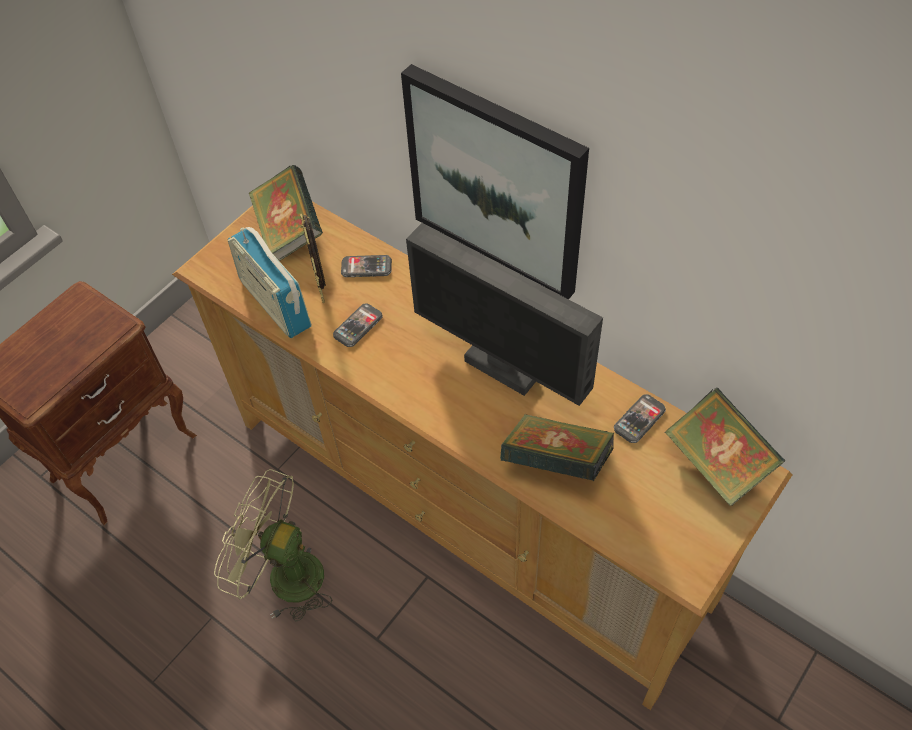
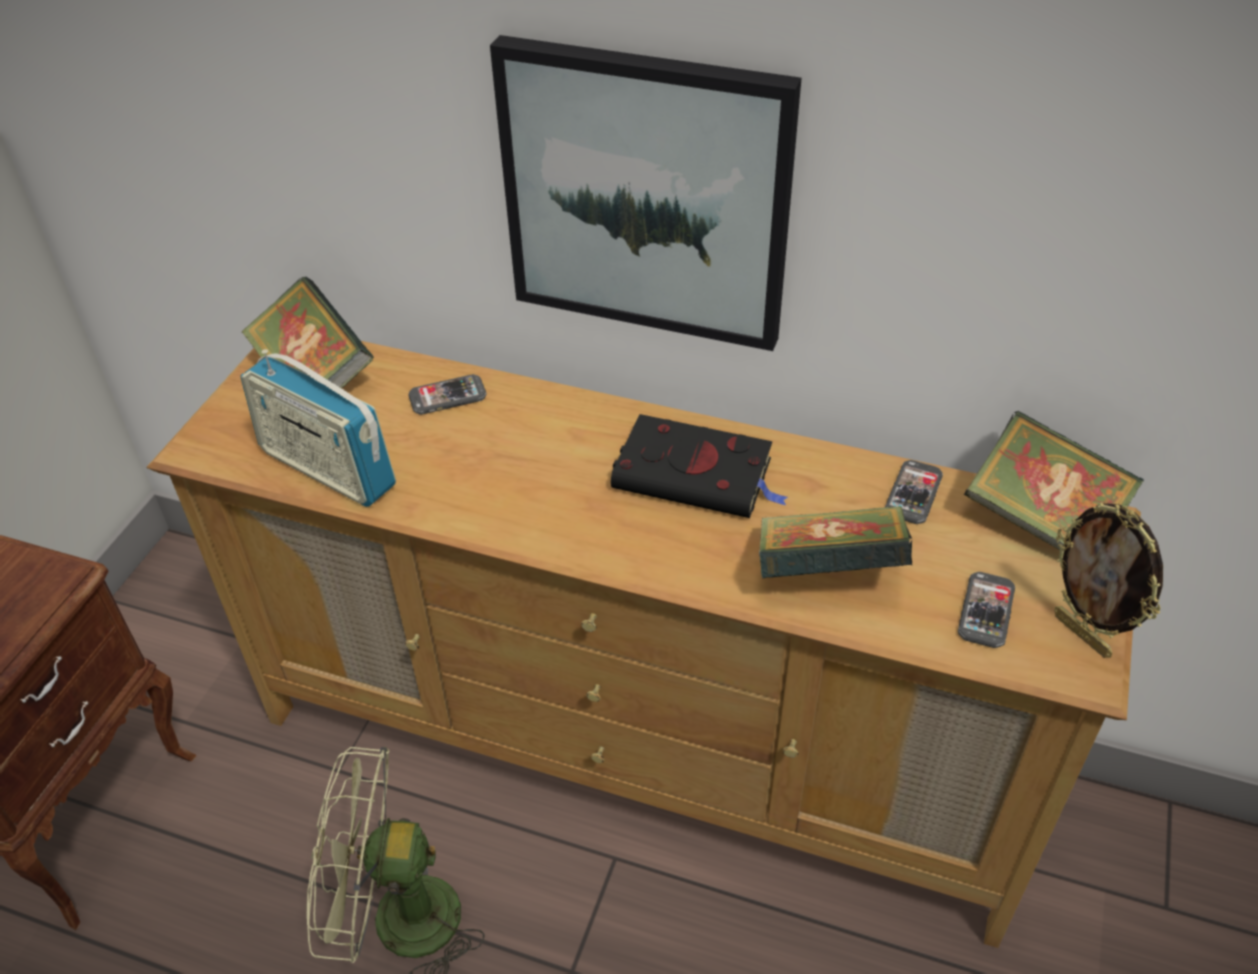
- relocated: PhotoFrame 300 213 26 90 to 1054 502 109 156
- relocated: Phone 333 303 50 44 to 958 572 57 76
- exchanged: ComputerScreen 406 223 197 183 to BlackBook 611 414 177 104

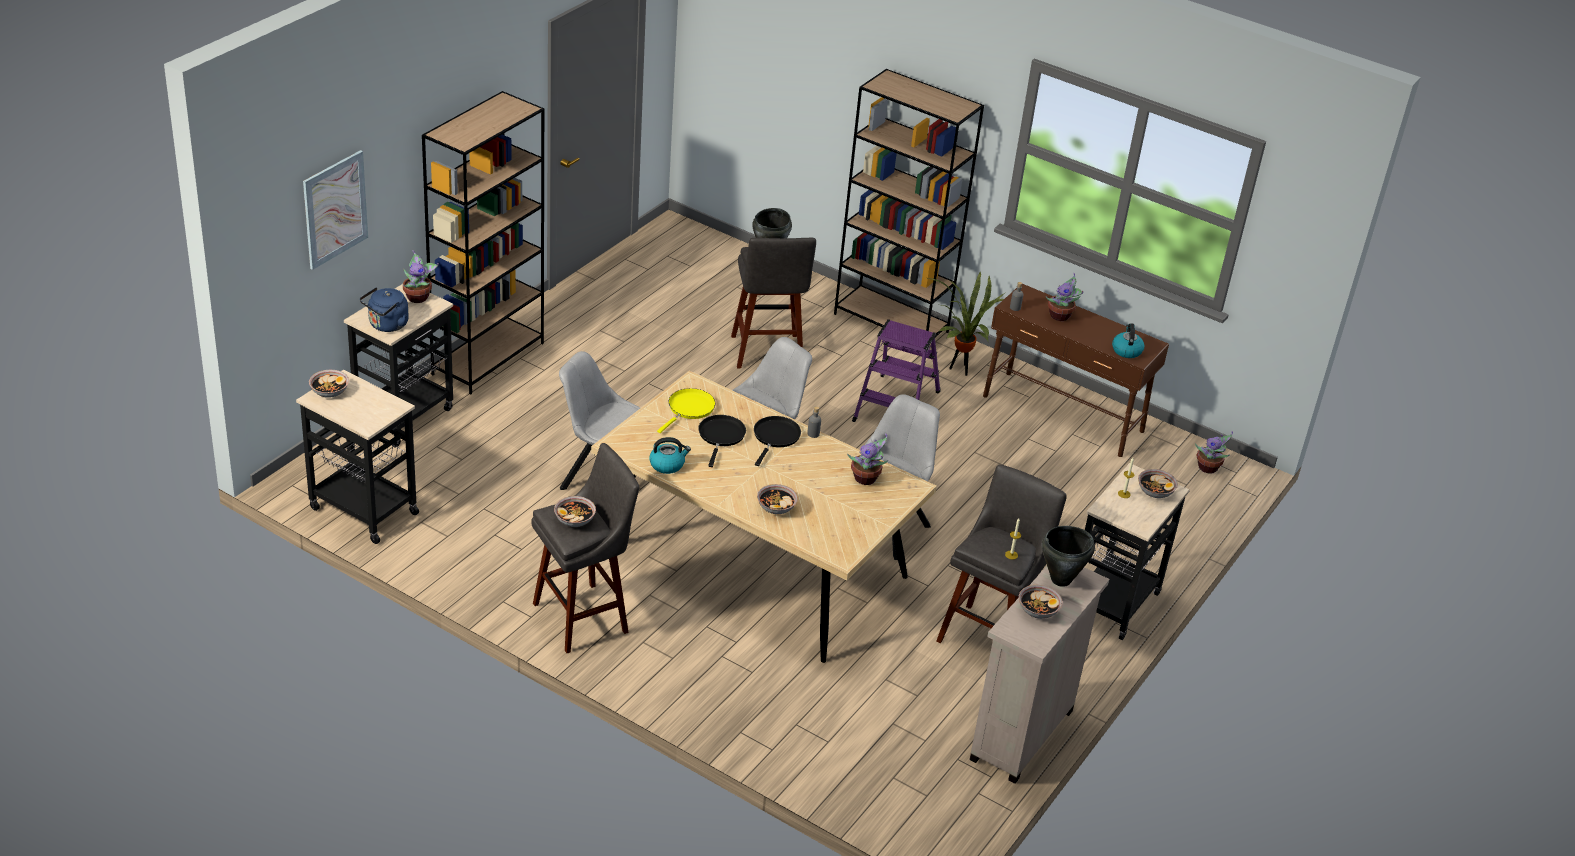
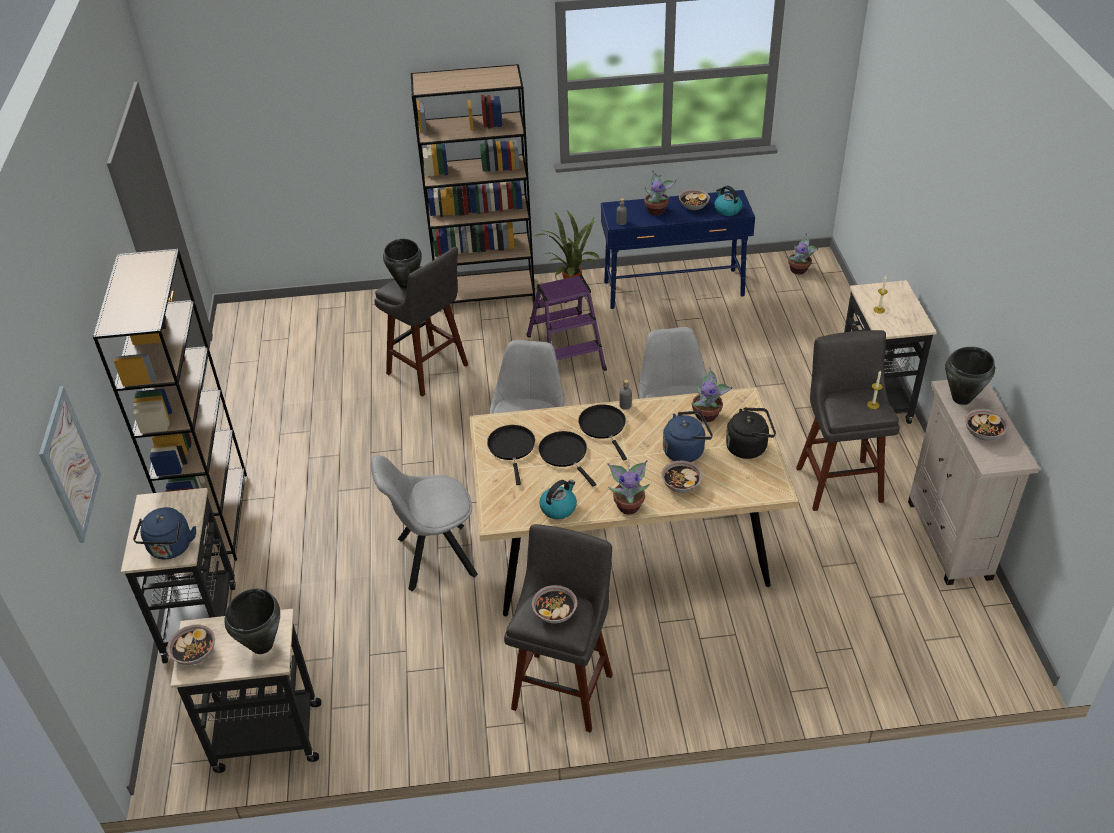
- appeared: BlackStockpot 224 588 56 66
- appeared: BlueColouredTeaKettle 663 411 50 51
- appeared: BlackTeaKettle 726 407 50 52
- relocated: PottedPlant 403 250 36 53 to 608 460 42 55
- relocated: DeepDish 1138 469 40 29 to 679 189 31 21
- colour: YellowishFryingPan 657 388 58 45 to BlackFryingPan 487 425 48 60
- colour: BrownNarrowTable 983 284 186 173 to BlueColouredNarrowTable 601 190 154 119

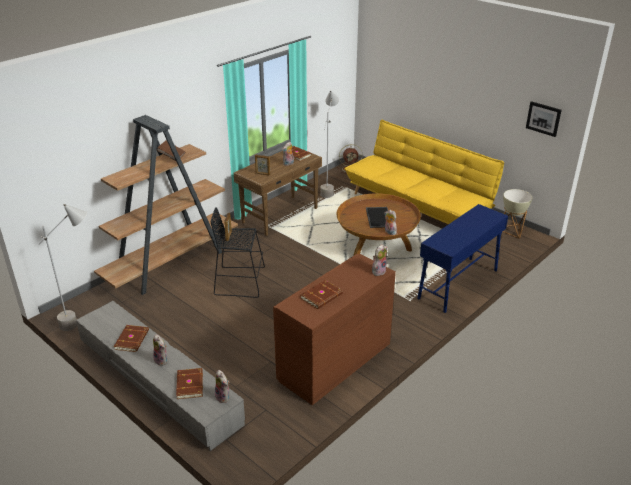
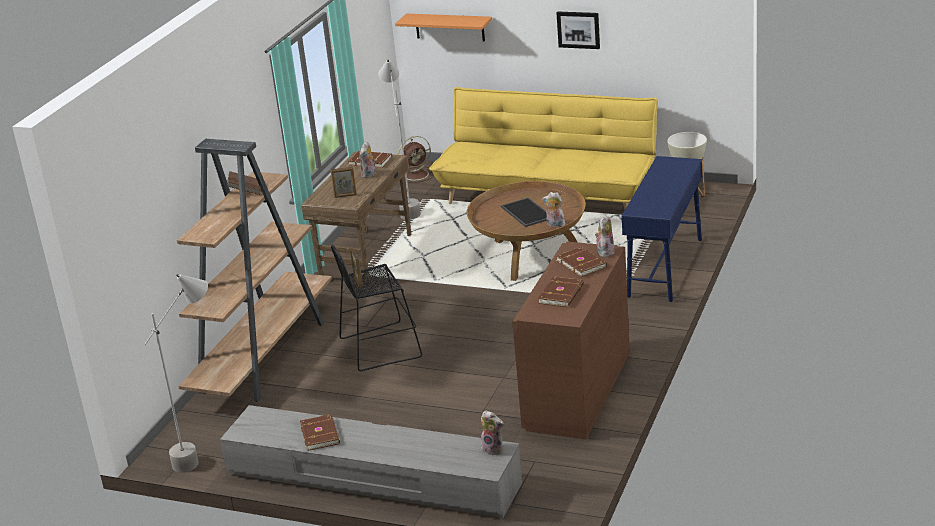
- missing: CuddlyToy 153 334 14 32
- appeared: OrangeShelf 395 13 97 28
- relocated: BrownBook 176 368 27 31 to 556 247 51 30
- relocated: Picture 526 101 36 36 to 556 11 44 38

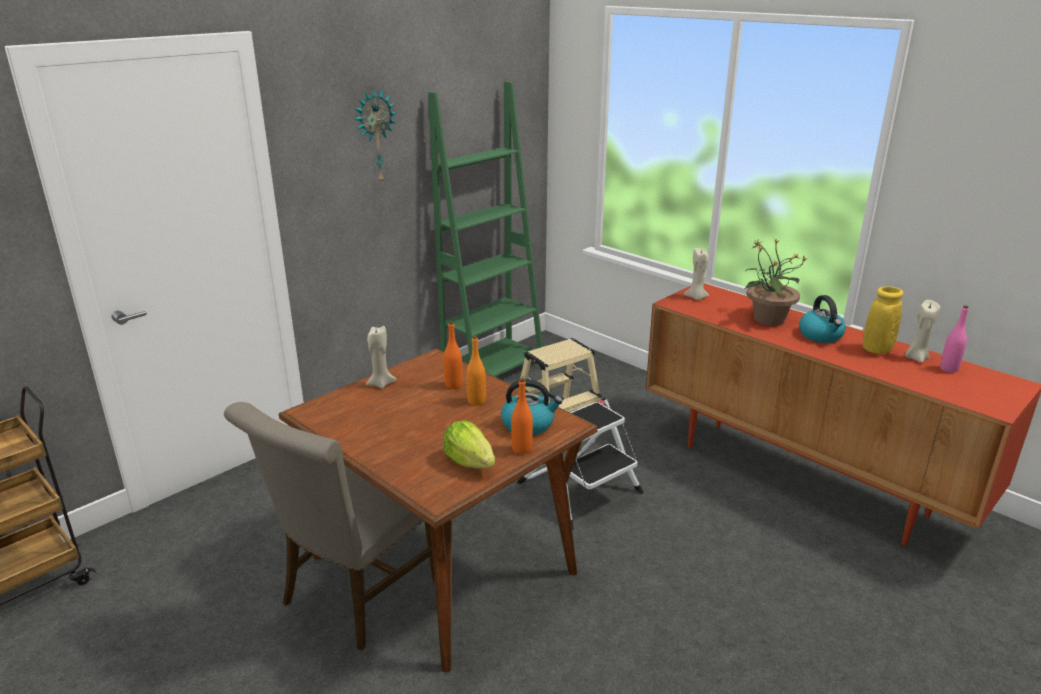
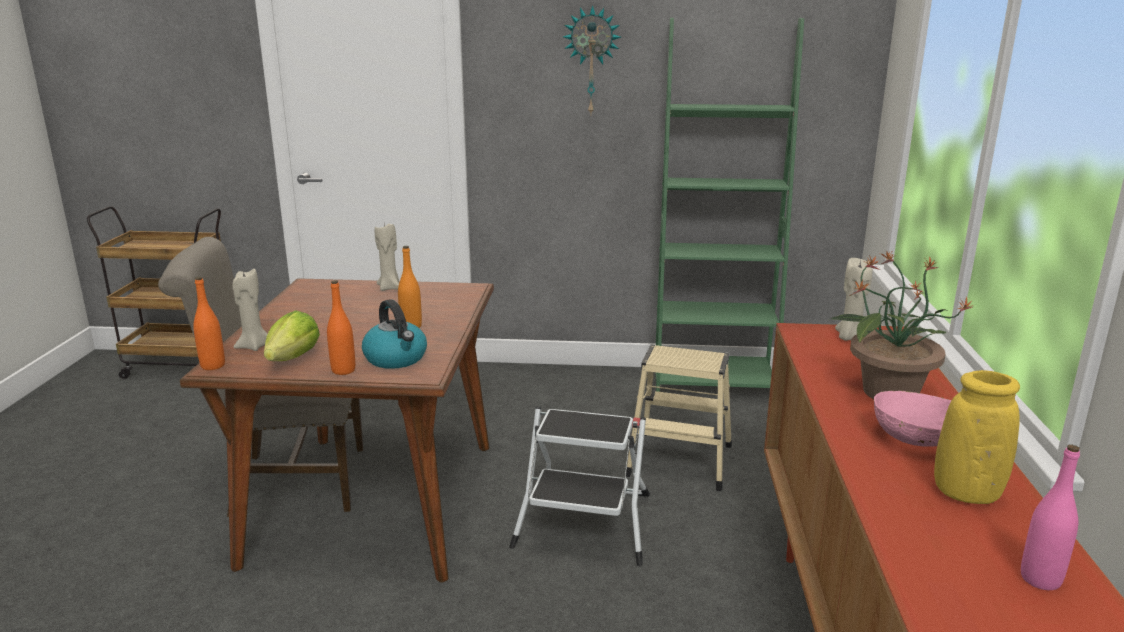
- relocated: OrangeBottle 443 321 20 68 to 193 277 32 93
- relocated: BeigeCandle 905 300 35 63 to 232 269 36 82
- exchanged: TeaKettle 799 295 47 48 to PinkColouredDeepDish 874 391 78 56

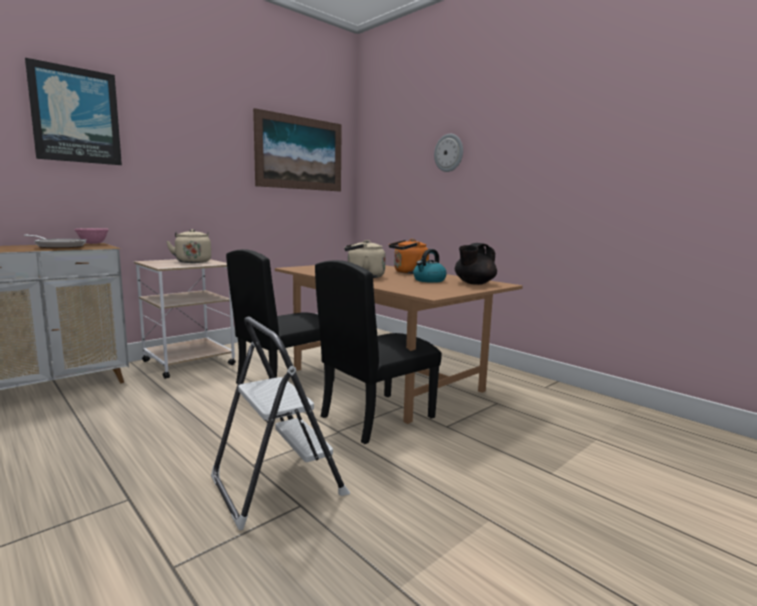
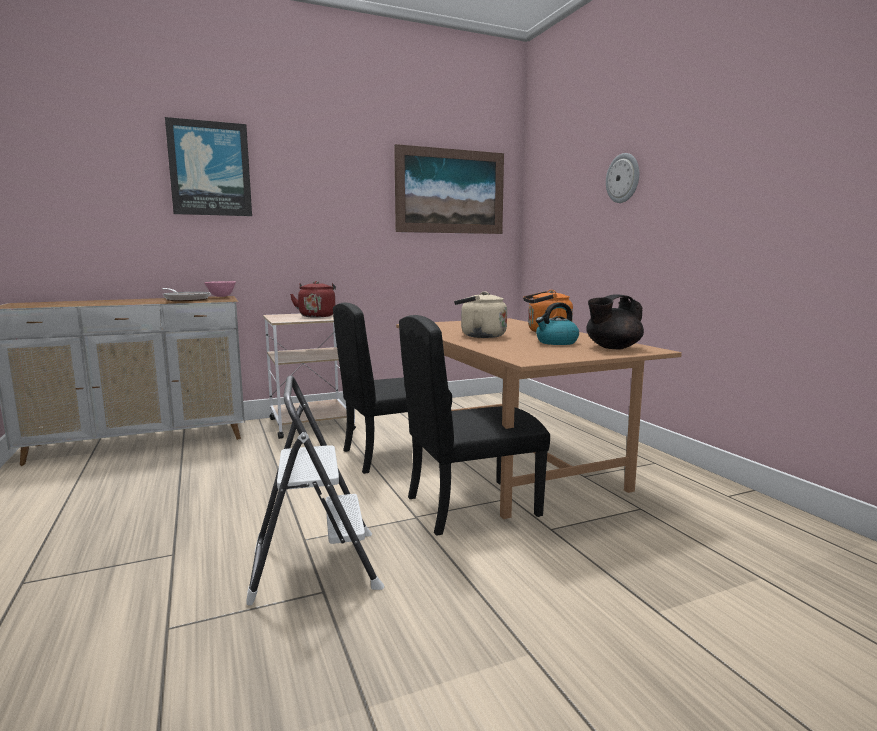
- colour: BeigeTeaKettle 166 229 45 34 to ReddishTeaKettle 290 281 46 37

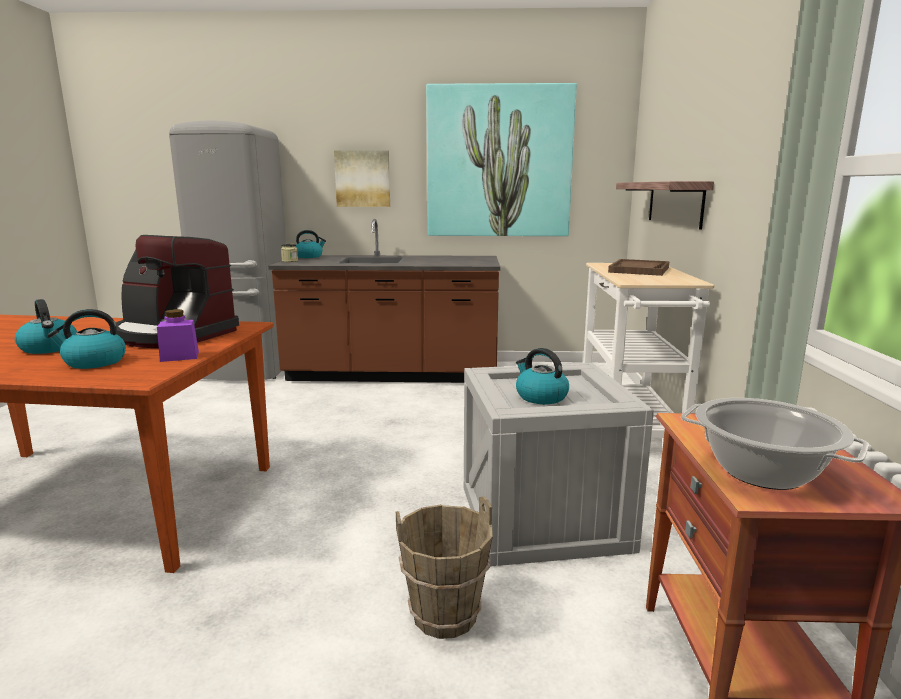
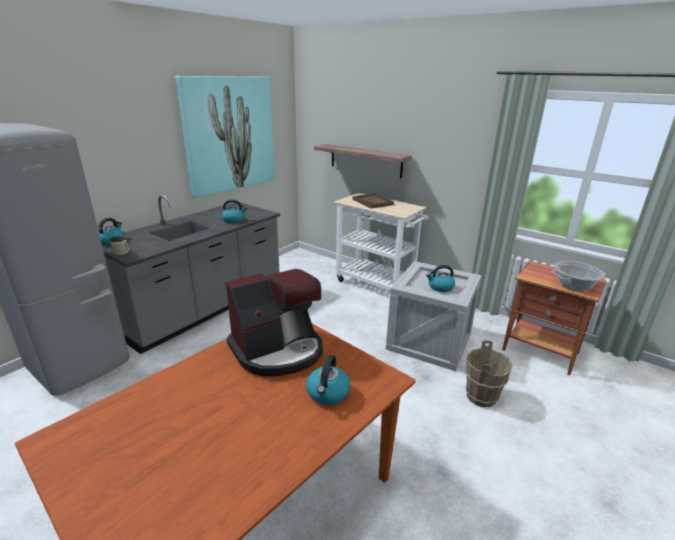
- missing: PurplishJar 157 309 42 53
- missing: Picture 334 150 56 57
- relocated: TeaKettle 15 299 62 55 to 222 199 25 24
- colour: BrownKitchenCounter 268 219 232 164 to GreyishKitchenCounter 102 195 178 159

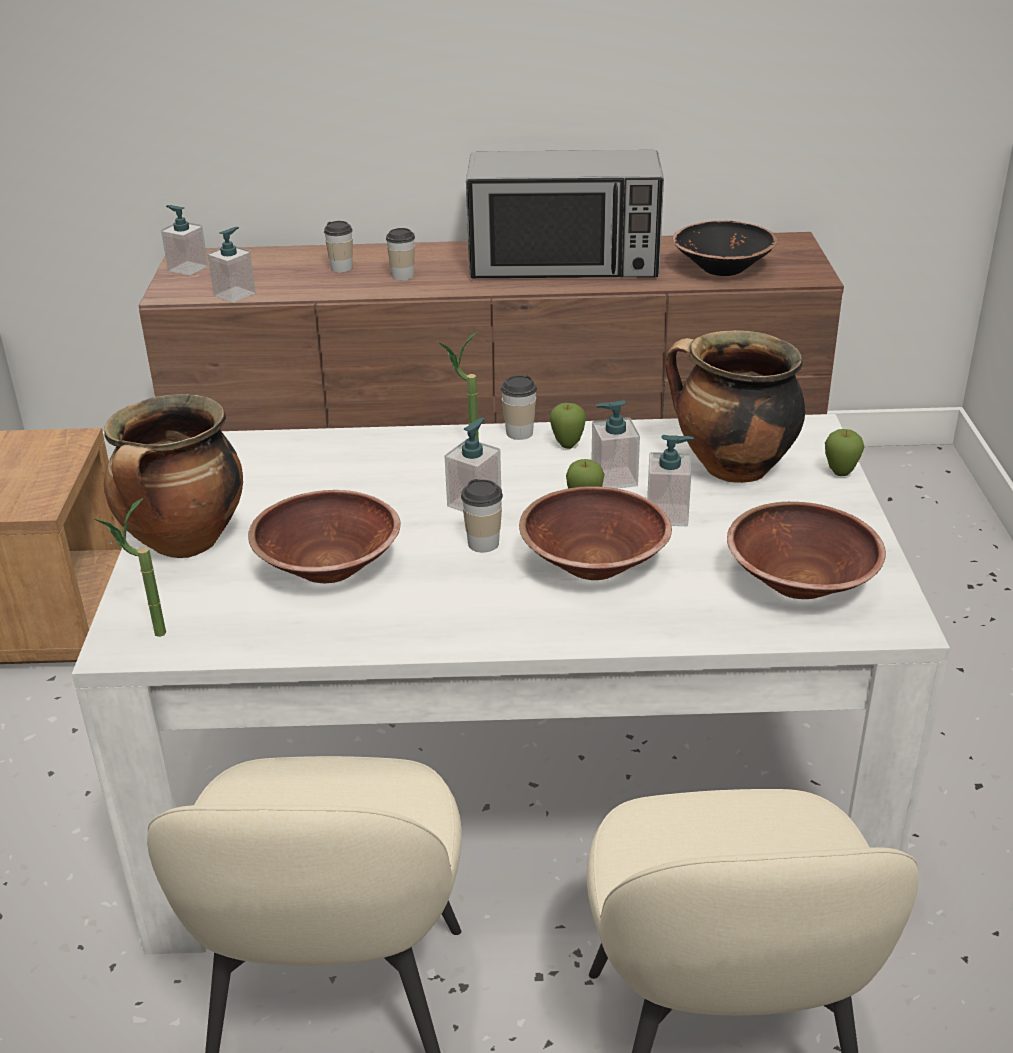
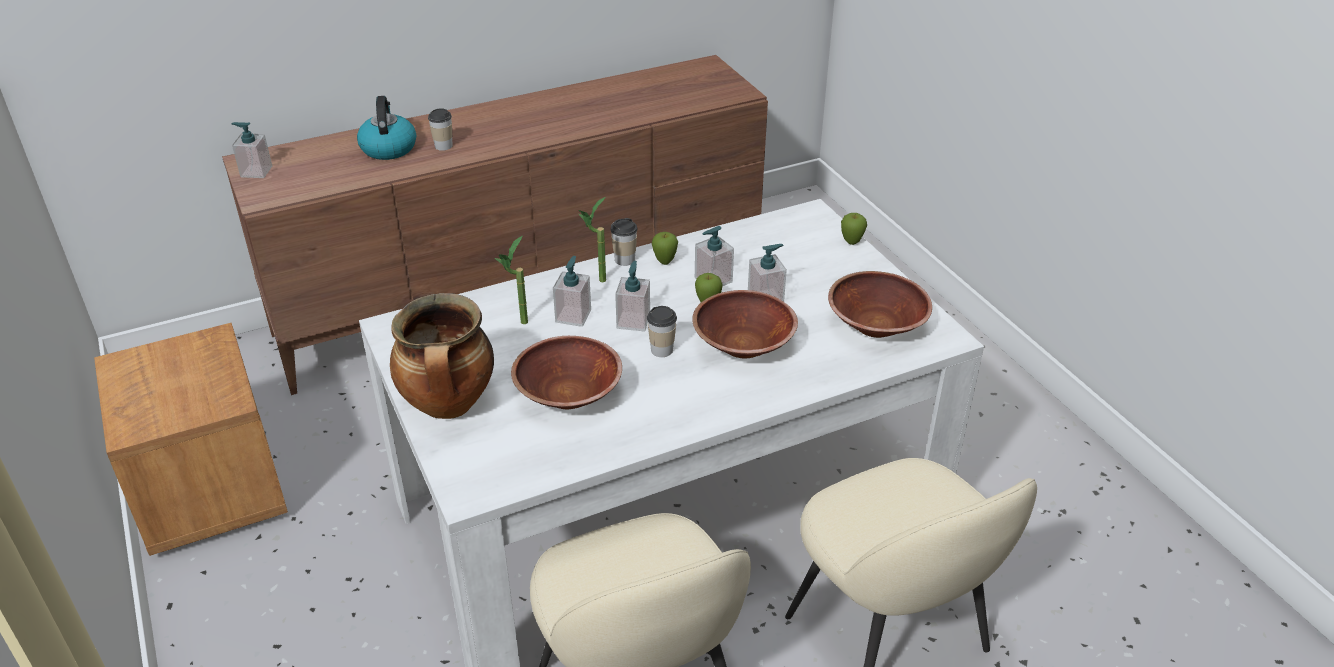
- missing: KitchenMicrowave 466 150 198 128
- missing: Stockpot 665 330 140 153
- missing: BlackDeepDish 673 220 104 56
- relocated: PottedPlant 93 498 73 139 to 495 236 33 88
- relocated: LiquidSoapBottle 207 227 49 76 to 553 256 38 71
- exchanged: SmallCup 324 221 29 52 to TeaKettle 357 96 59 64

